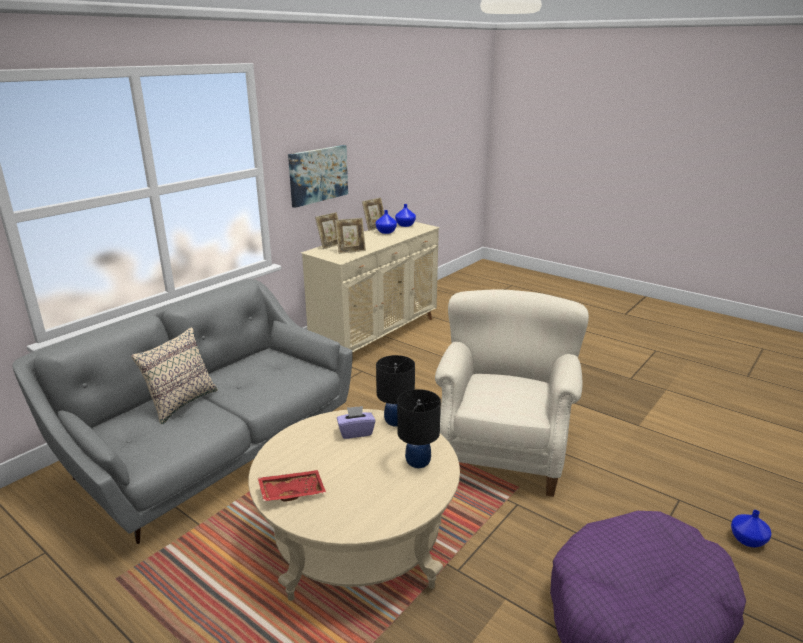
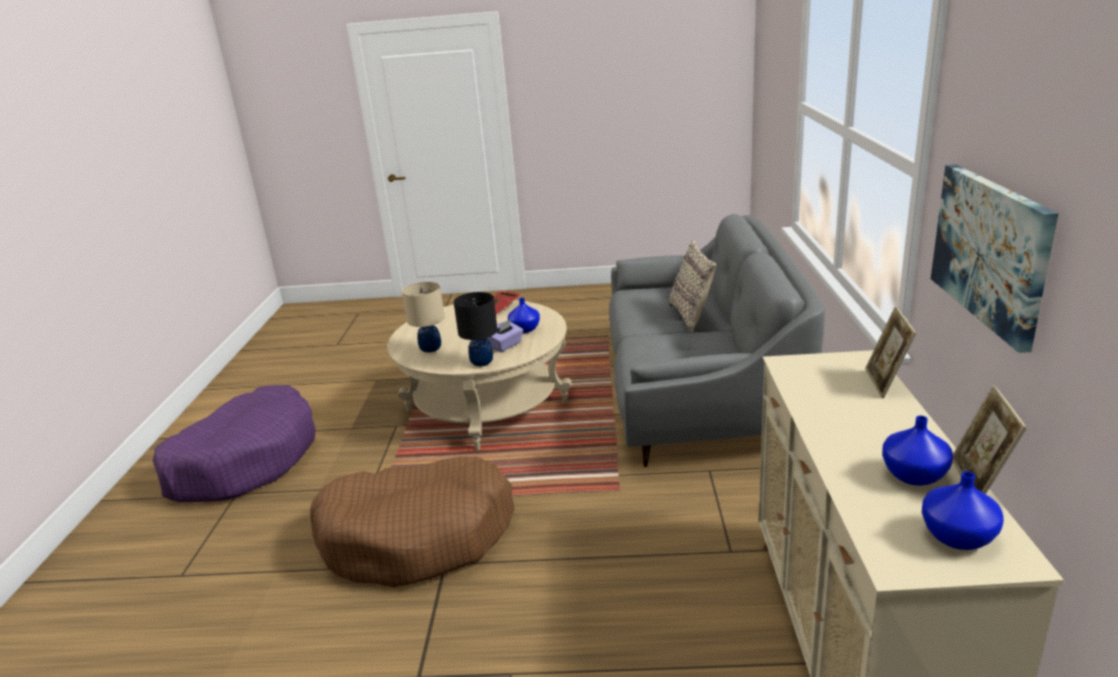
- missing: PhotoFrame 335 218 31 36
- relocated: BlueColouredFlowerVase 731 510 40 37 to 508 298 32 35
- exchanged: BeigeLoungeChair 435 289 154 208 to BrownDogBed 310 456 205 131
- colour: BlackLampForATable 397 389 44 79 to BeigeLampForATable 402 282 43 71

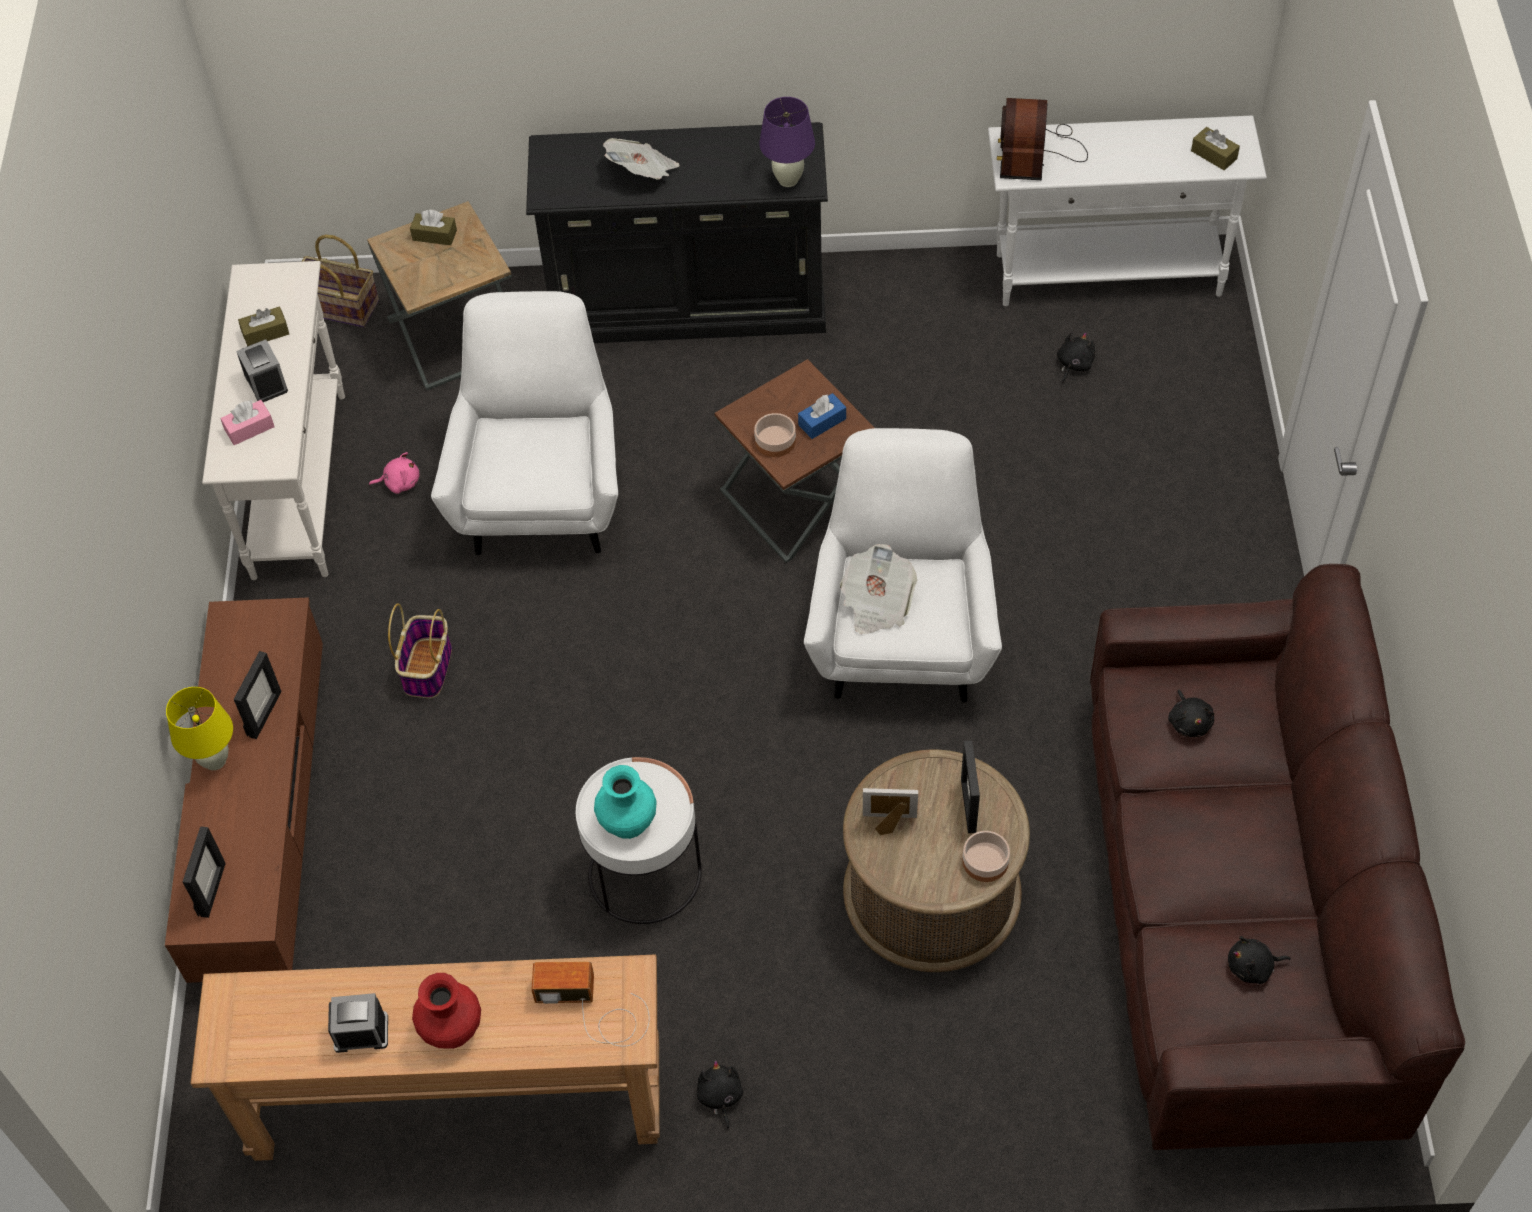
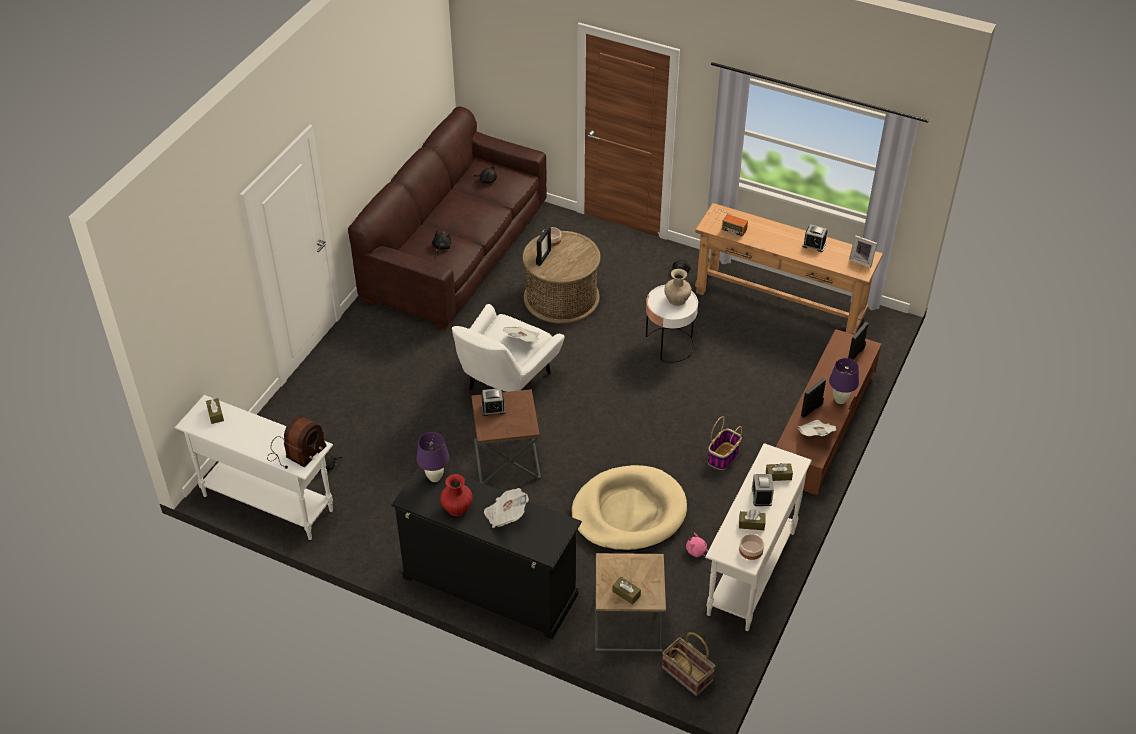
- appeared: DailyPaper 798 420 38 16
- relocated: ReddishFlowerVase 412 973 69 76 to 440 474 33 42
- relocated: DeepDish 754 413 42 44 to 739 534 25 26
- relocated: PhotoFrame 863 788 55 47 to 849 235 28 33
- exchanged: WhiteColouredLoungeChair 431 291 187 264 to BeigeDogBed 571 465 116 87
- exchanged: BlueColouredTissueHolder 798 393 48 46 to BedsideClock 481 388 24 28
- colour: YellowishLampForATable 166 687 67 83 to PurplishLampForATable 829 358 30 46
- colour: PinkColouredTissueHolder 220 400 55 45 to BrownTissueHolder 766 463 27 18
- colour: TurquoiseFlowerVase 594 765 63 74 to BeigeFlowerVase 664 269 27 37

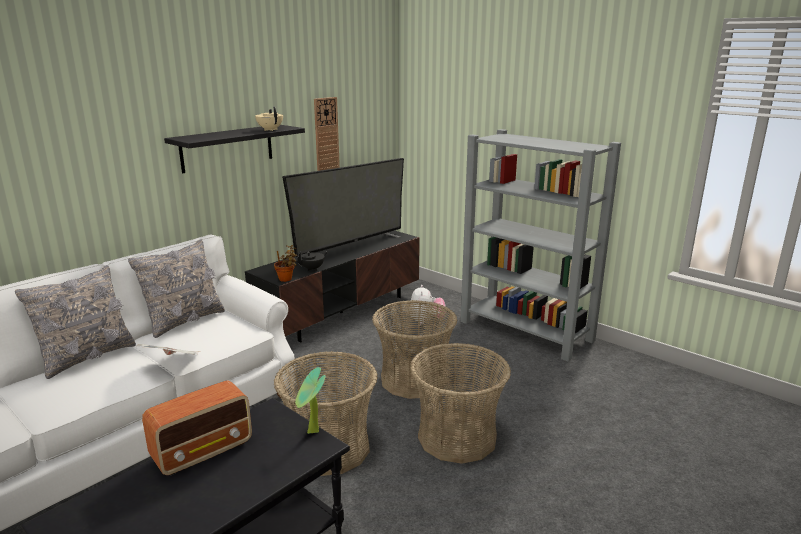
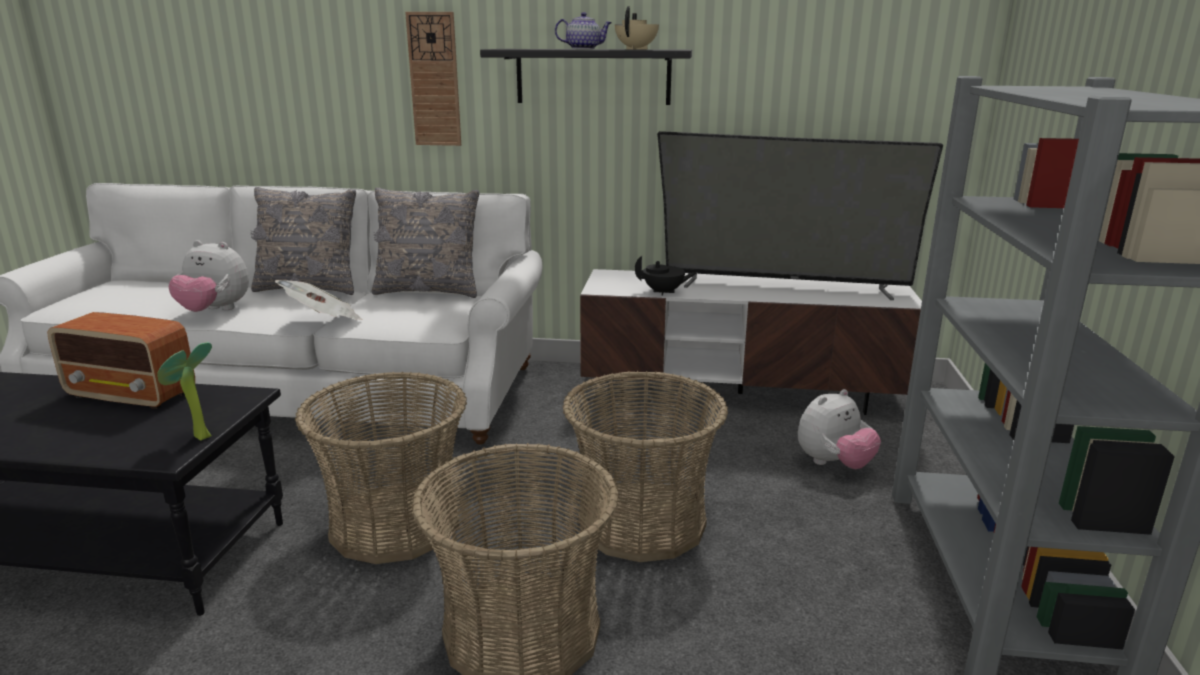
- missing: PottedPlant 274 245 23 37
- appeared: CuddlyToy 169 240 80 72
- appeared: TeaPot 555 12 57 37
- relocated: HangingClock 314 97 26 74 to 405 12 56 134
- colour: BlackTvStand 245 231 175 111 to WhiteColouredTvStand 580 269 342 146

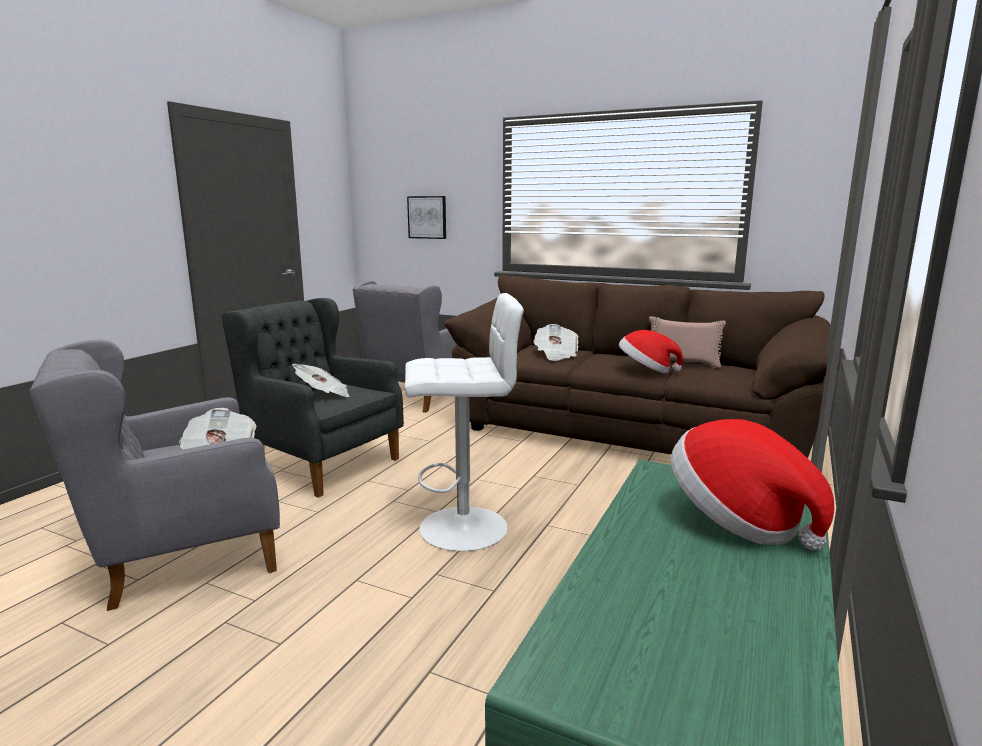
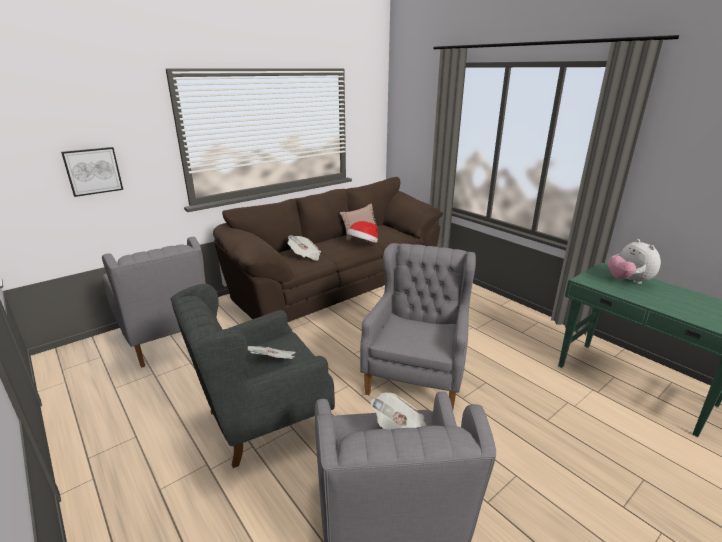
- exchanged: WhiteColouredStool 405 293 119 258 to GreyishLoungeChair 360 243 116 166
- exchanged: Hat 671 419 163 131 to CuddlyToy 608 239 53 45

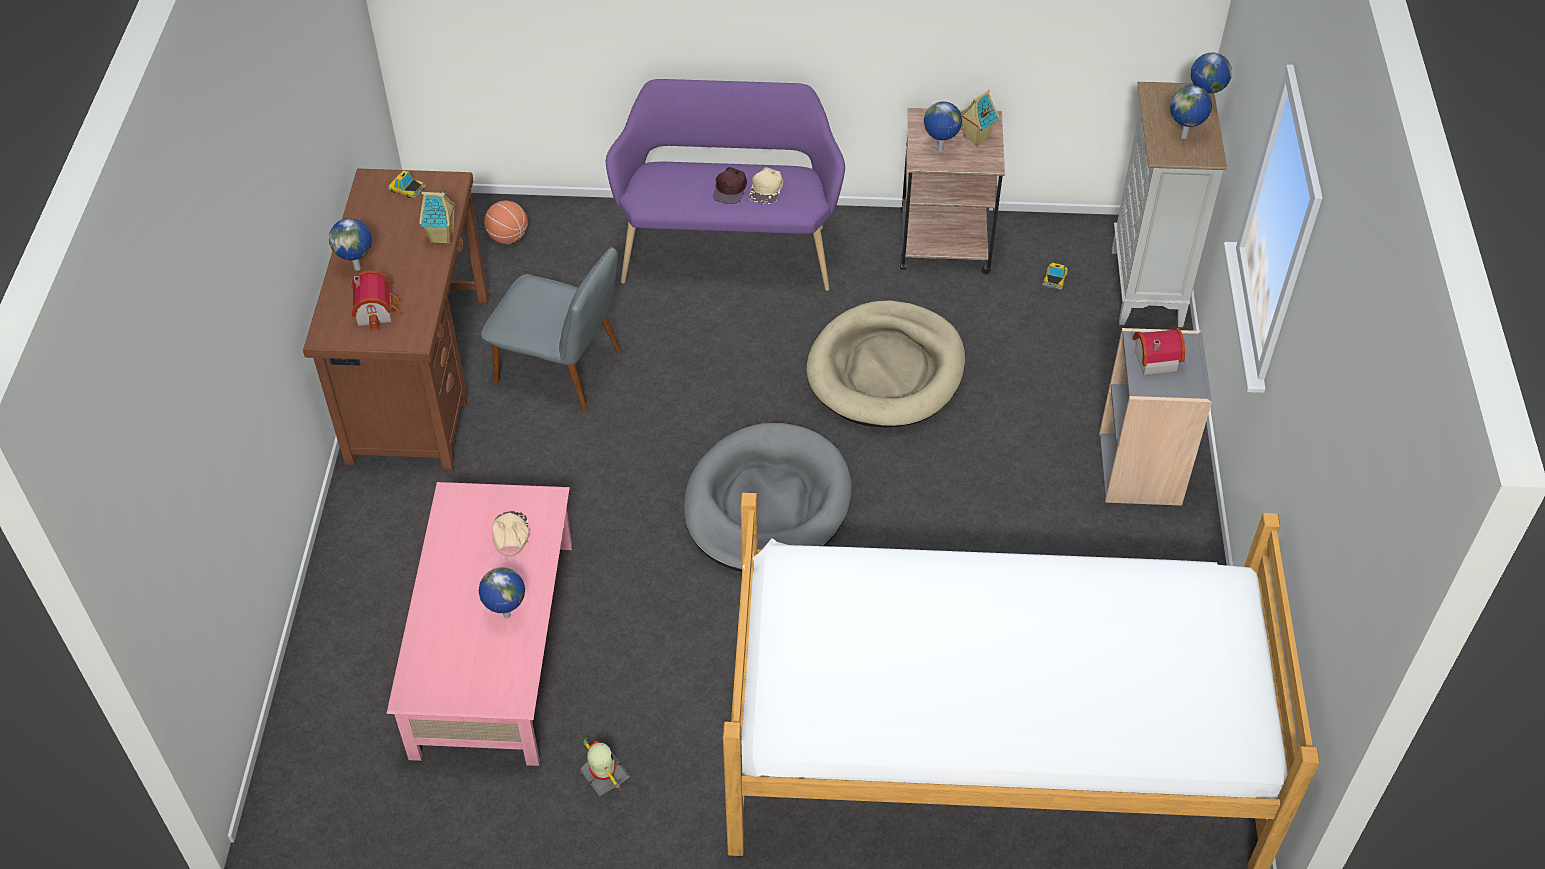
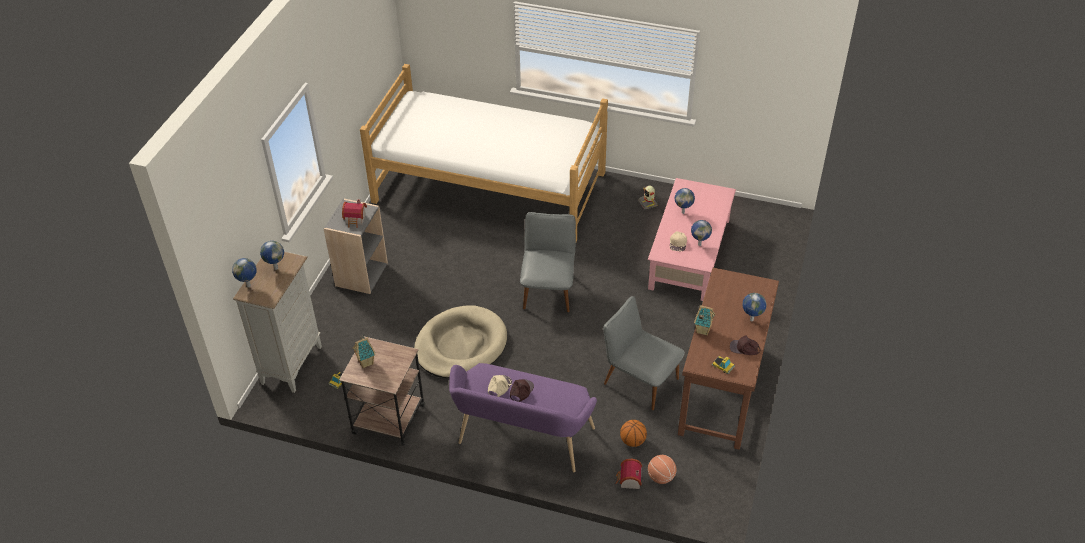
- appeared: BasketballBall 620 420 27 27
- appeared: BrownCap 730 336 31 19
- relocated: MiniatureHouse 352 270 50 60 to 615 459 27 30
- relocated: Globe 924 101 38 50 to 691 220 21 26
- exchanged: GreyishDogBed 684 423 168 149 to GreyishUprightChair 520 212 56 100

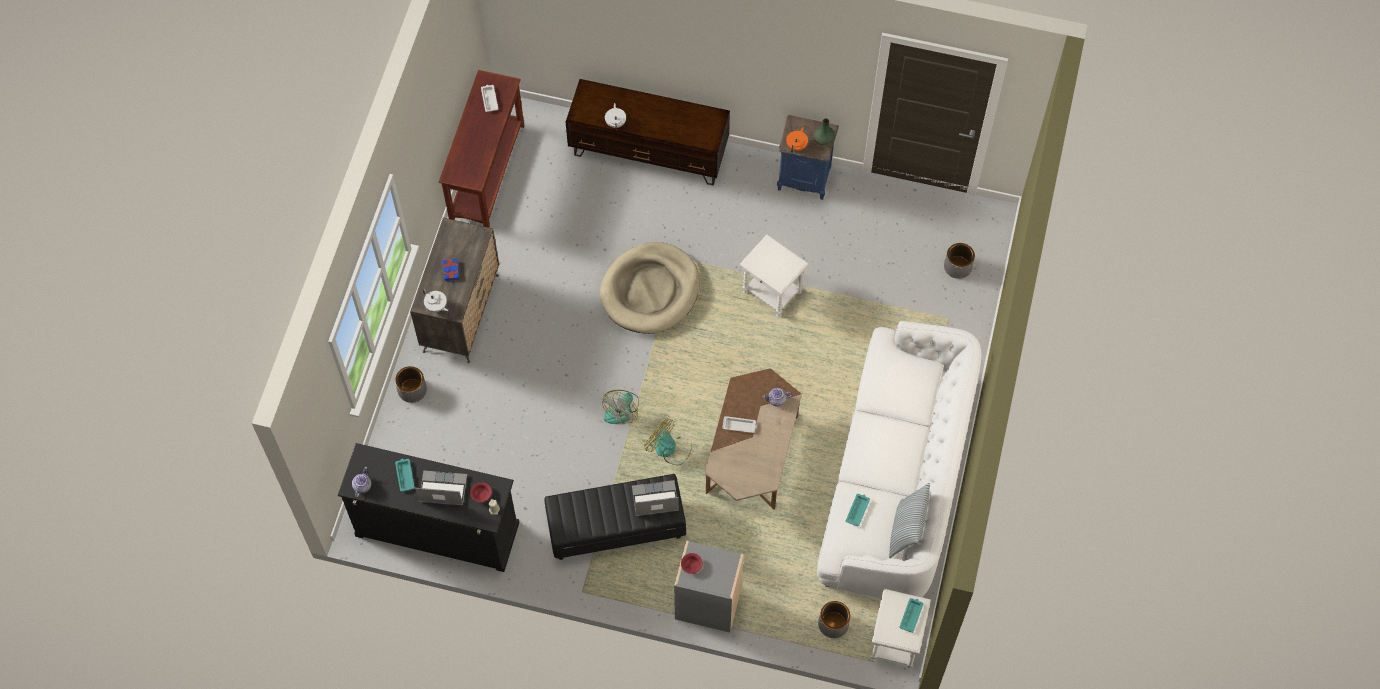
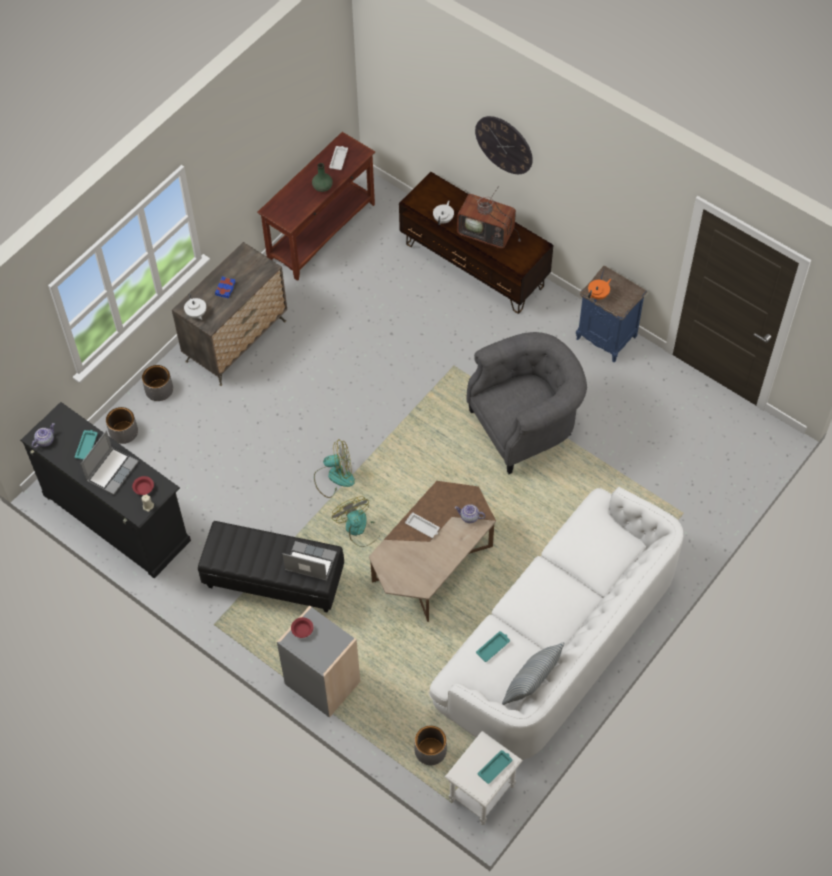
- missing: BeigeDogBed 600 242 100 92
- appeared: Tv 457 186 64 63
- appeared: HangingClock 475 116 58 58
- relocated: GreenFlowerVase 814 118 21 28 to 312 163 21 29
- relocated: GreyishPlantPot 944 243 31 36 to 106 407 32 37
- exchanged: WhiteColouredEndTable 739 235 70 82 to GreyishLoungeChair 467 332 120 142
- spun: PortableComputer 415 470 52 36 = 81 430 58 65 90 degrees clockwise
- spun: CoolingFan 602 390 37 34 = 314 439 41 59 150 degrees counterclockwise

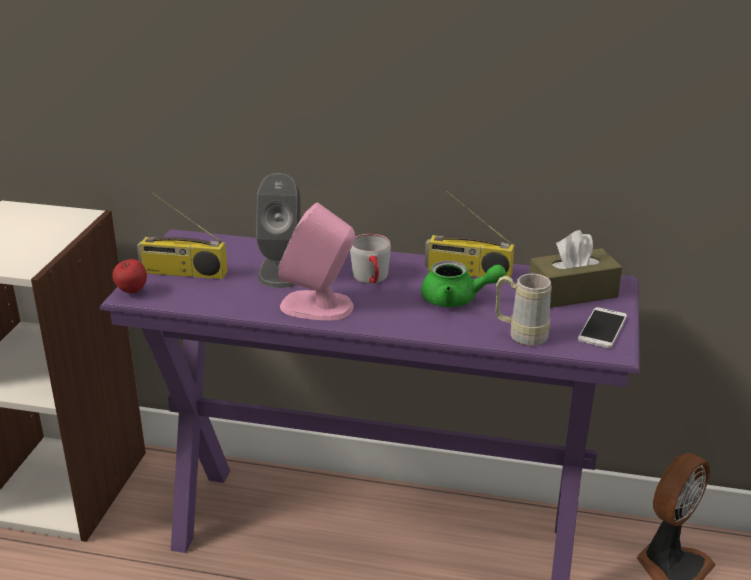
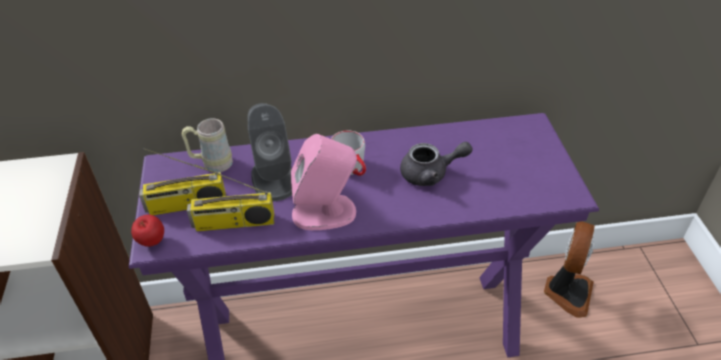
- missing: BrownTissueHolder 529 230 93 78
- missing: Phone 578 307 49 41
- relocated: RadioReceiver 425 191 89 87 to 187 164 87 68
- relocated: BeigeMug 495 274 57 72 to 182 118 51 55
- colour: GreenTeaPot 421 260 85 47 to GreyishTeaPot 400 142 73 44

